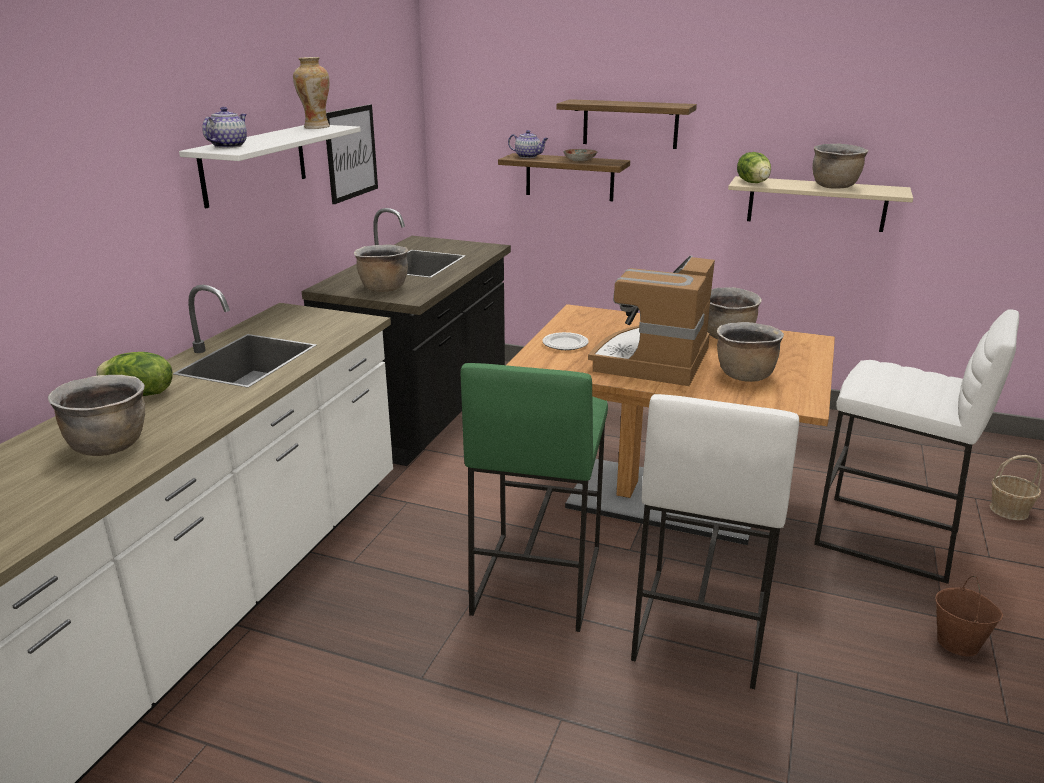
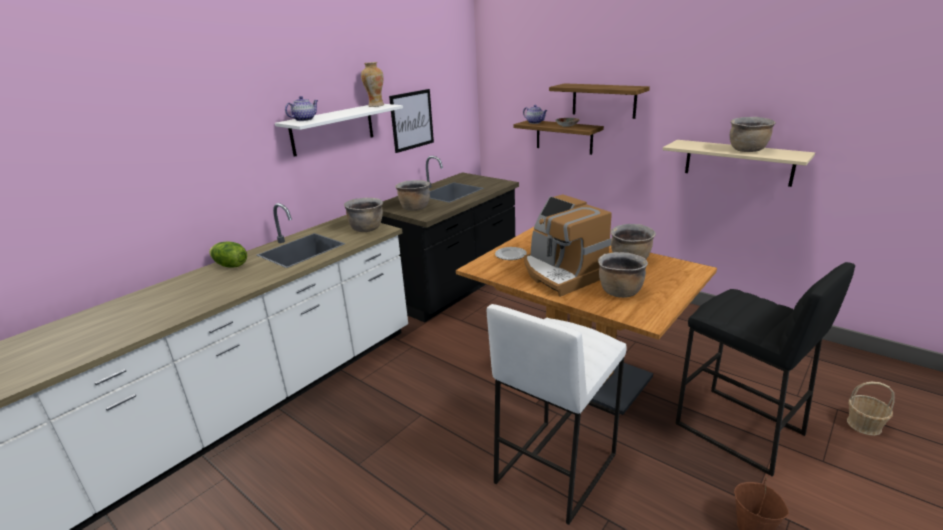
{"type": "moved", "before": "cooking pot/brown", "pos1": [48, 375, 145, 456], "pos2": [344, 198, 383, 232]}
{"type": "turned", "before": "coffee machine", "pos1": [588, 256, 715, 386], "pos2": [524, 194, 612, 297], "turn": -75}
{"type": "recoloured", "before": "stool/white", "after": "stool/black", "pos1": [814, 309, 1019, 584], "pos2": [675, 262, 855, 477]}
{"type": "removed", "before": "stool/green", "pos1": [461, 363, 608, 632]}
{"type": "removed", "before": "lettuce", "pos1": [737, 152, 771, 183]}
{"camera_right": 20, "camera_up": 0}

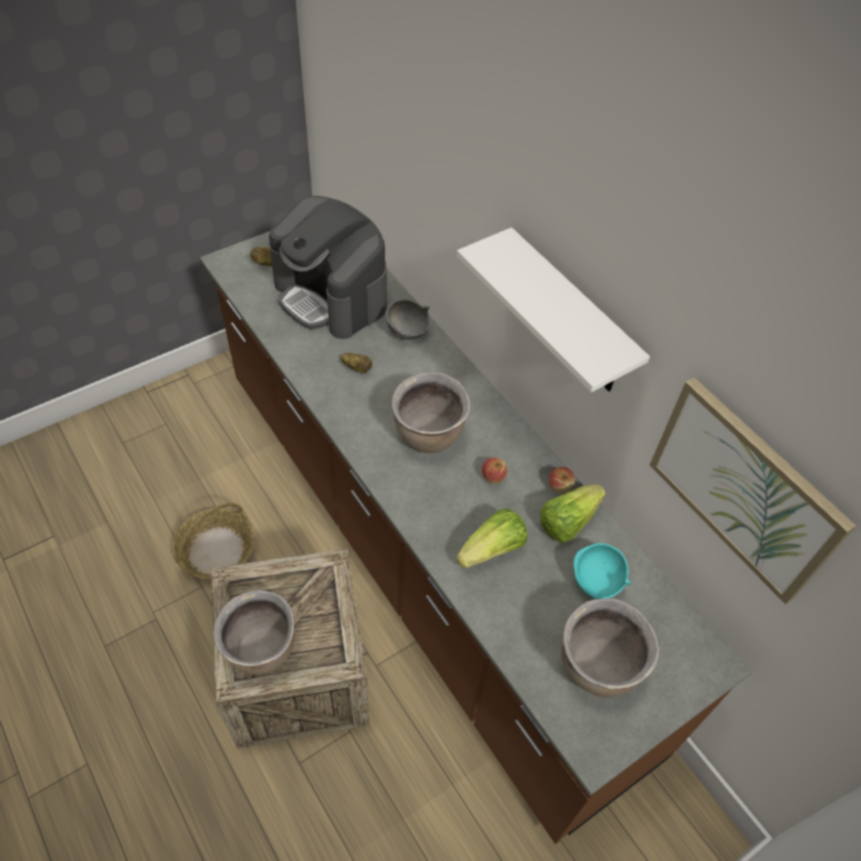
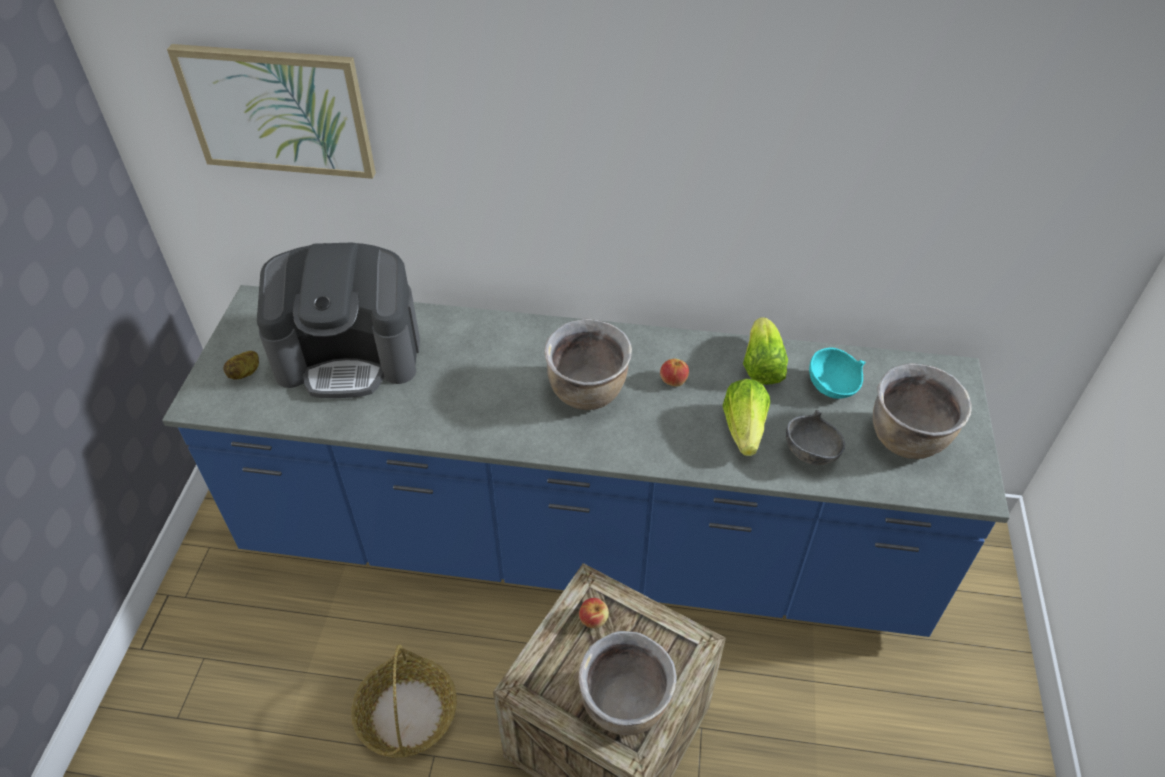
{"type": "recoloured", "before": "counter/brown", "after": "counter/blue", "pos1": [200, 231, 752, 844], "pos2": [162, 285, 1010, 637]}
{"type": "moved", "before": "picture", "pos1": [650, 377, 856, 605], "pos2": [167, 44, 376, 179]}
{"type": "moved", "before": "apple", "pos1": [548, 467, 575, 493], "pos2": [579, 598, 609, 628]}
{"type": "moved", "before": "bowl/grey", "pos1": [386, 299, 430, 340], "pos2": [786, 410, 845, 465]}
{"type": "removed", "before": "potato", "pos1": [341, 353, 372, 374]}
{"type": "removed", "before": "shelf/white", "pos1": [457, 227, 650, 392]}
{"camera_right": -45, "camera_up": -5}

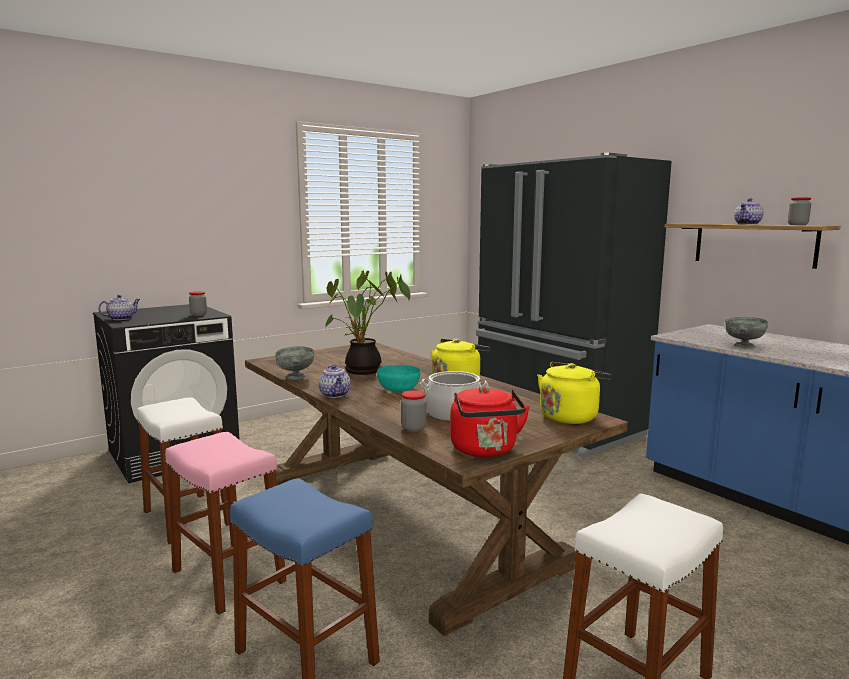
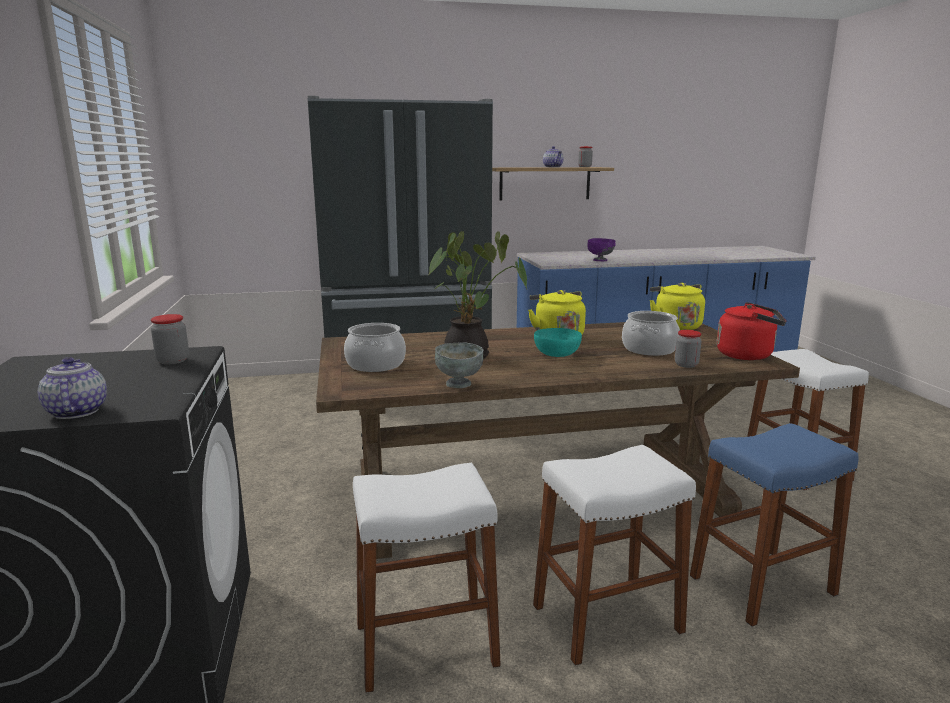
{"type": "added", "after": "cooking pot", "pos2": [344, 323, 406, 372]}
{"type": "recoloured", "before": "stool/pink", "after": "stool/white", "pos1": [165, 432, 286, 615], "pos2": [533, 445, 696, 666]}
{"type": "recoloured", "before": "bowl/grey", "after": "bowl/purple", "pos1": [725, 317, 768, 349], "pos2": [587, 238, 616, 261]}
{"type": "removed", "before": "teapot", "pos1": [319, 365, 351, 398]}
{"camera_right": -65, "camera_up": 5}

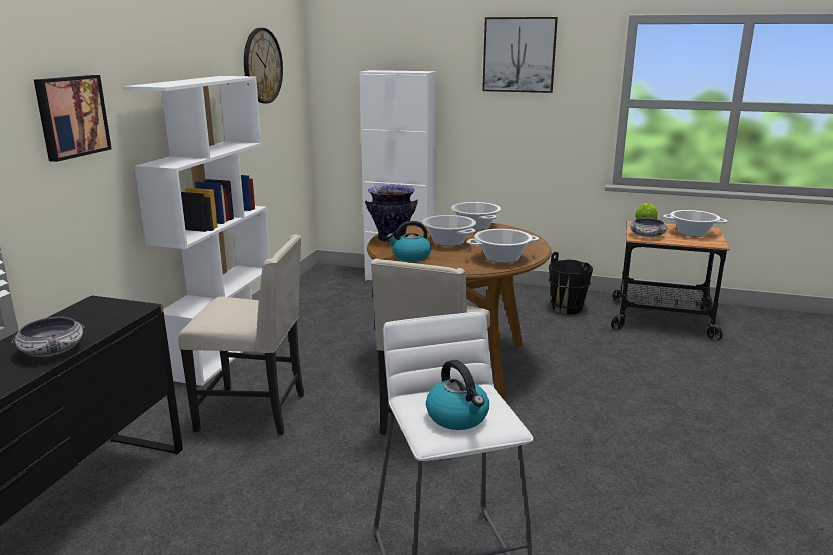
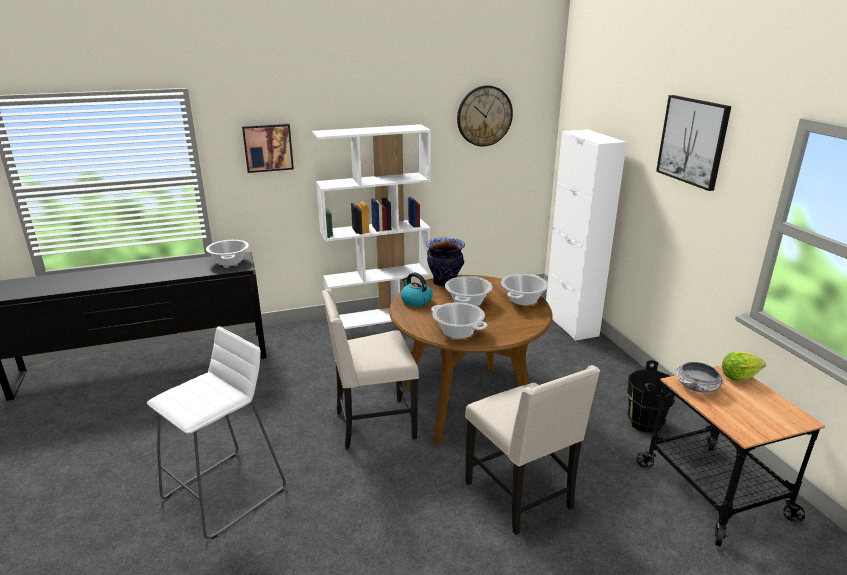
{"type": "moved", "before": "cooking pot", "pos1": [663, 210, 727, 237], "pos2": [206, 240, 249, 266]}
{"type": "moved", "before": "chair/beige", "pos1": [178, 234, 304, 435], "pos2": [465, 365, 600, 535]}
{"type": "removed", "before": "bowl", "pos1": [12, 317, 85, 356]}
{"type": "removed", "before": "kettle", "pos1": [426, 360, 489, 430]}
{"camera_right": 55, "camera_up": 5}

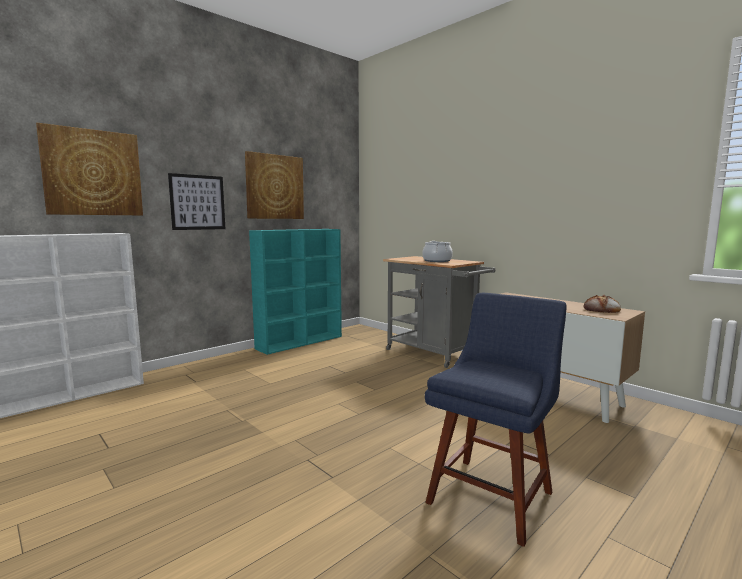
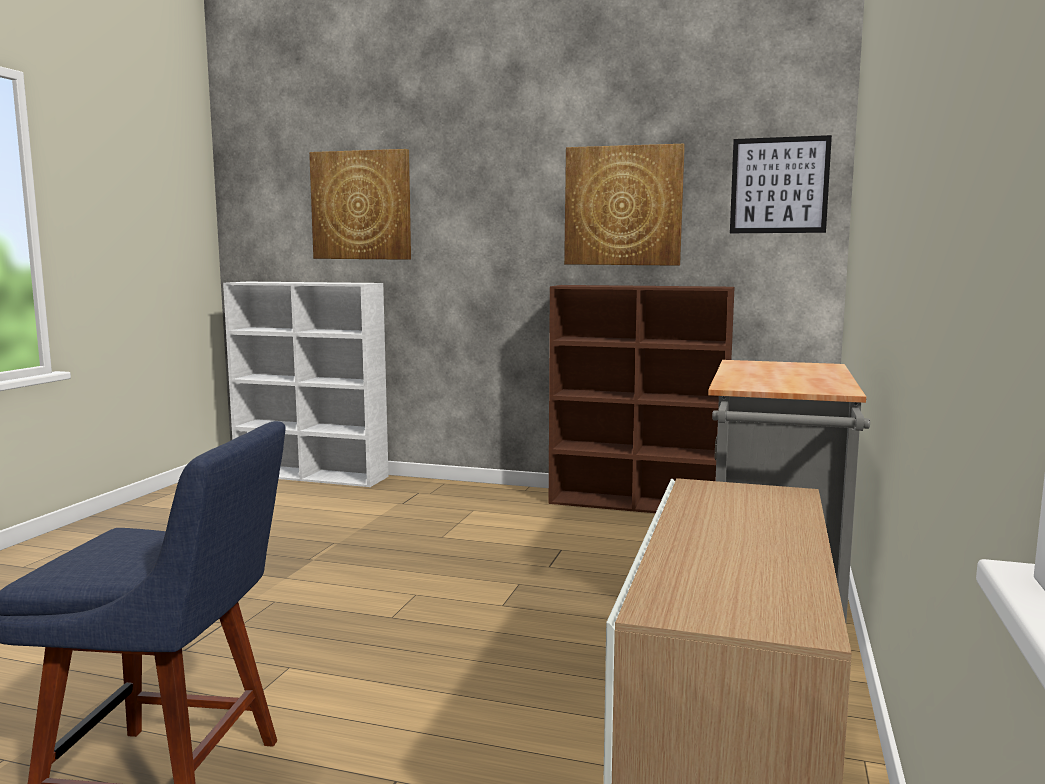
{"type": "recoloured", "before": "bookcase/turquoise", "after": "bookcase/brown", "pos1": [249, 229, 342, 355], "pos2": [549, 285, 735, 513]}
{"type": "moved", "before": "picture", "pos1": [168, 173, 225, 230], "pos2": [730, 135, 832, 233]}
{"type": "removed", "before": "cooking pot", "pos1": [422, 241, 453, 262]}
{"type": "removed", "before": "bread", "pos1": [583, 295, 621, 313]}
{"camera_right": 60, "camera_up": 0}

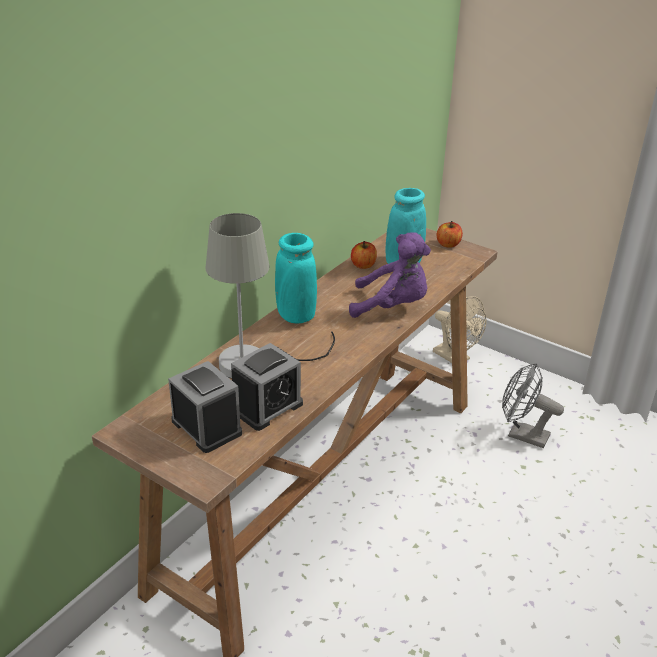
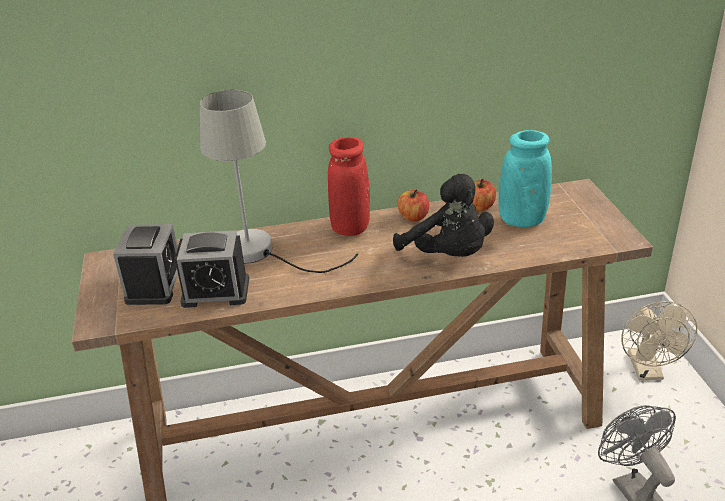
{"type": "recoloured", "before": "vase/turquoise", "after": "vase/red", "pos1": [275, 233, 317, 323], "pos2": [328, 137, 370, 236]}
{"type": "recoloured", "before": "plush toy/purple", "after": "plush toy/black", "pos1": [349, 232, 431, 318], "pos2": [393, 174, 494, 257]}
{"type": "moved", "before": "apple", "pos1": [437, 221, 463, 248], "pos2": [398, 189, 429, 221]}
{"camera_right": 45, "camera_up": 0}

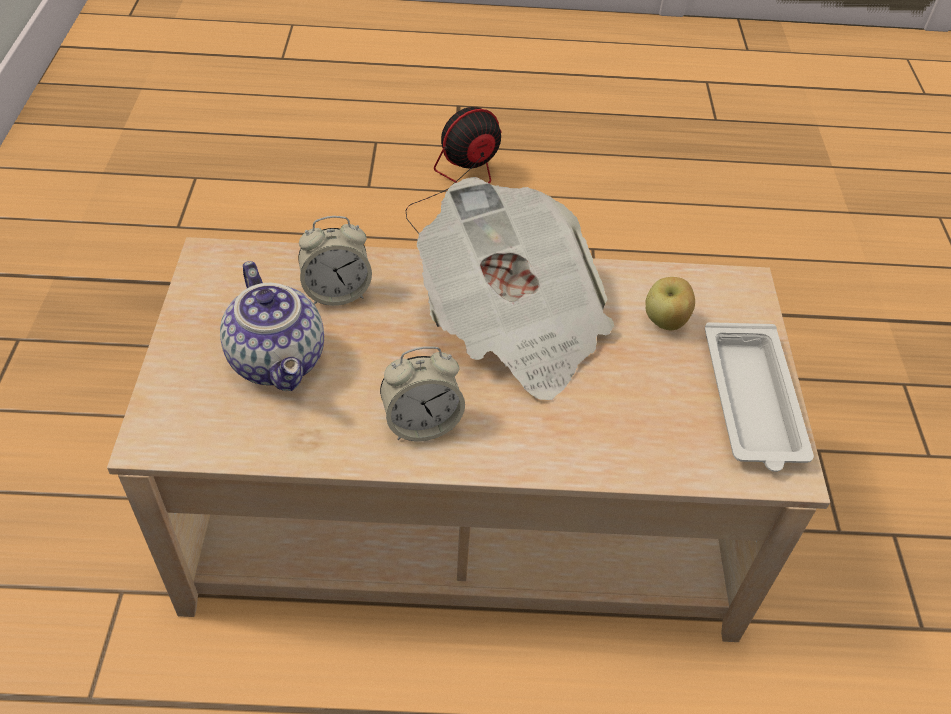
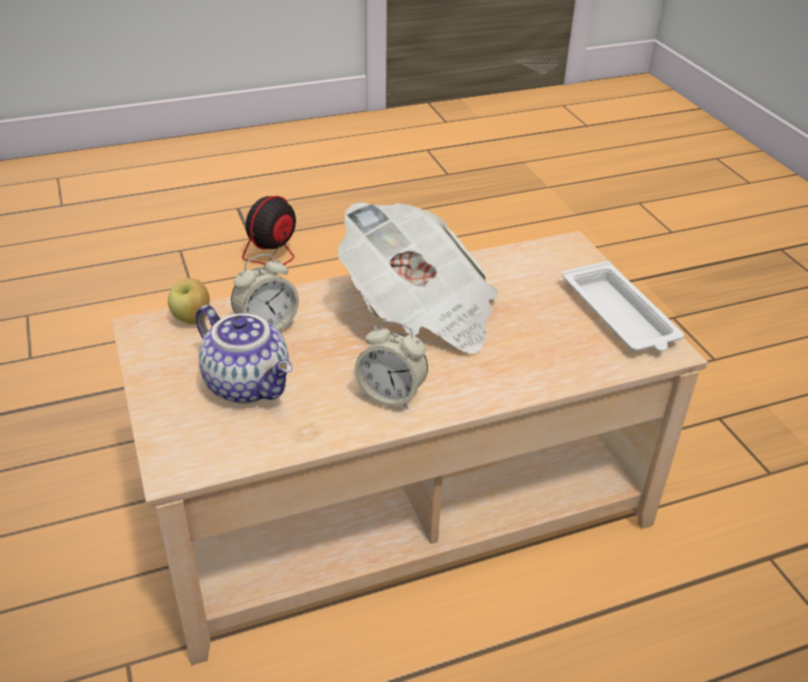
{"type": "moved", "before": "apple", "pos1": [645, 277, 695, 330], "pos2": [168, 278, 210, 324]}
{"type": "turned", "before": "alarm clock", "pos1": [380, 346, 465, 441], "pos2": [355, 320, 428, 409], "turn": 60}
{"camera_right": -20, "camera_up": -10}

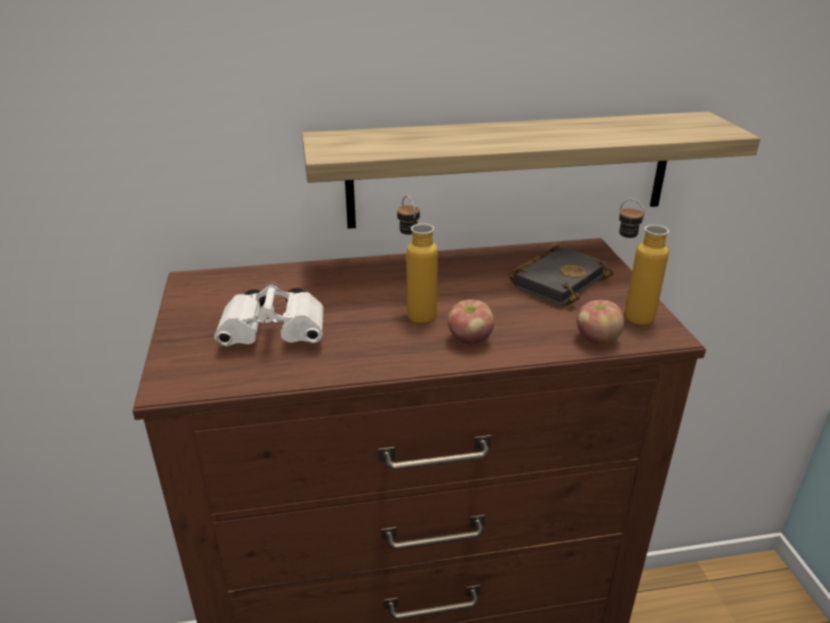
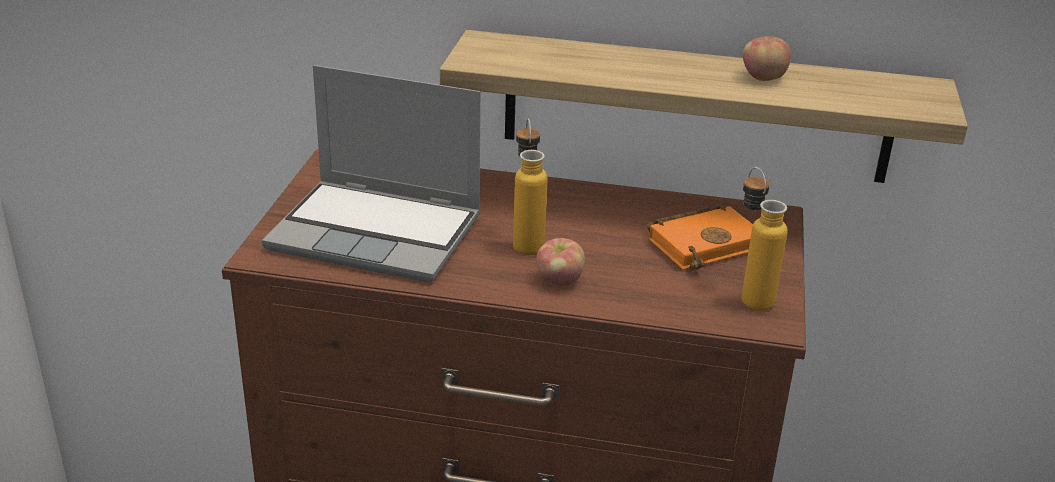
{"type": "replaced", "before": "binoculars/white", "after": "laptop", "pos1": [214, 282, 324, 346], "pos2": [262, 65, 481, 282]}
{"type": "recoloured", "before": "book/black", "after": "book/orange", "pos1": [509, 245, 614, 306], "pos2": [647, 204, 753, 271]}
{"type": "moved", "before": "apple", "pos1": [577, 300, 624, 345], "pos2": [743, 36, 791, 81]}
{"camera_right": 20, "camera_up": 0}

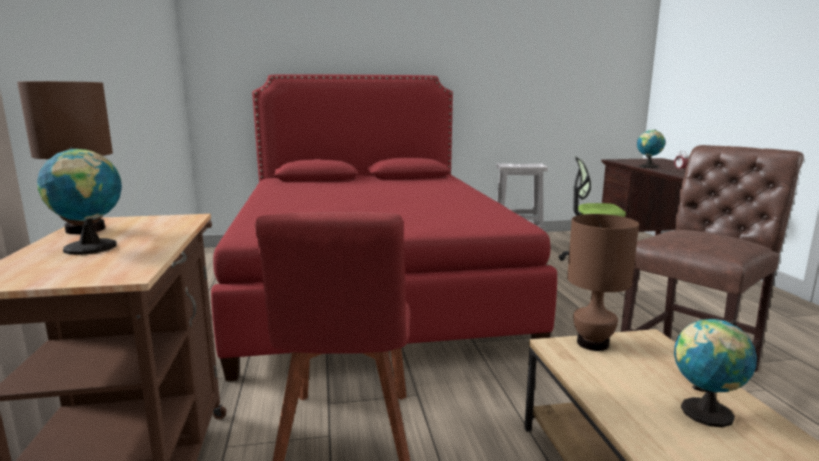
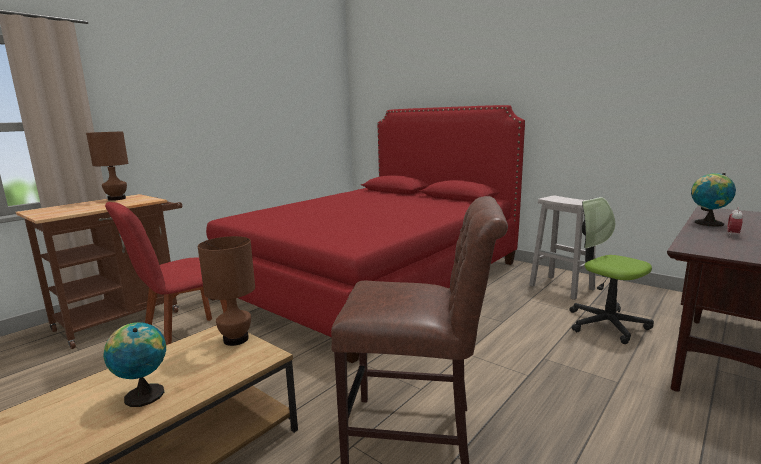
{"type": "removed", "before": "globe", "pos1": [37, 147, 122, 255]}
{"camera_right": 50, "camera_up": 0}

